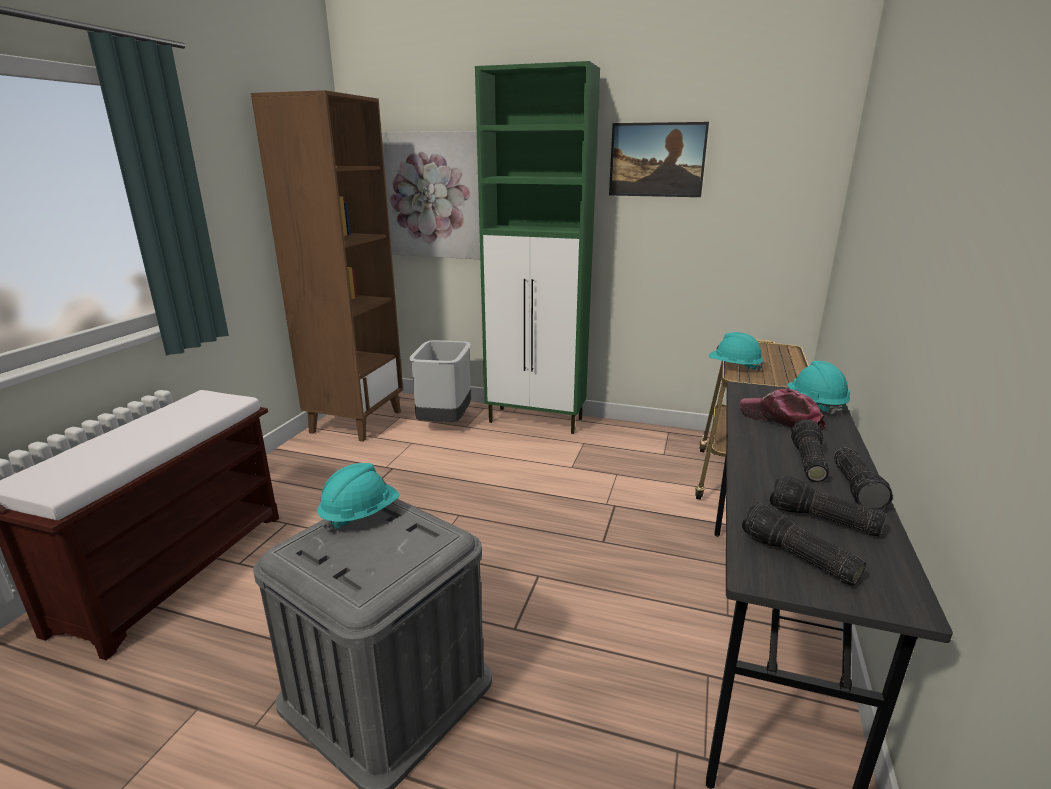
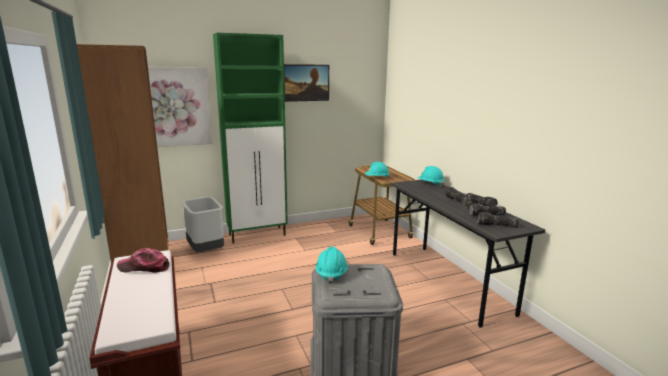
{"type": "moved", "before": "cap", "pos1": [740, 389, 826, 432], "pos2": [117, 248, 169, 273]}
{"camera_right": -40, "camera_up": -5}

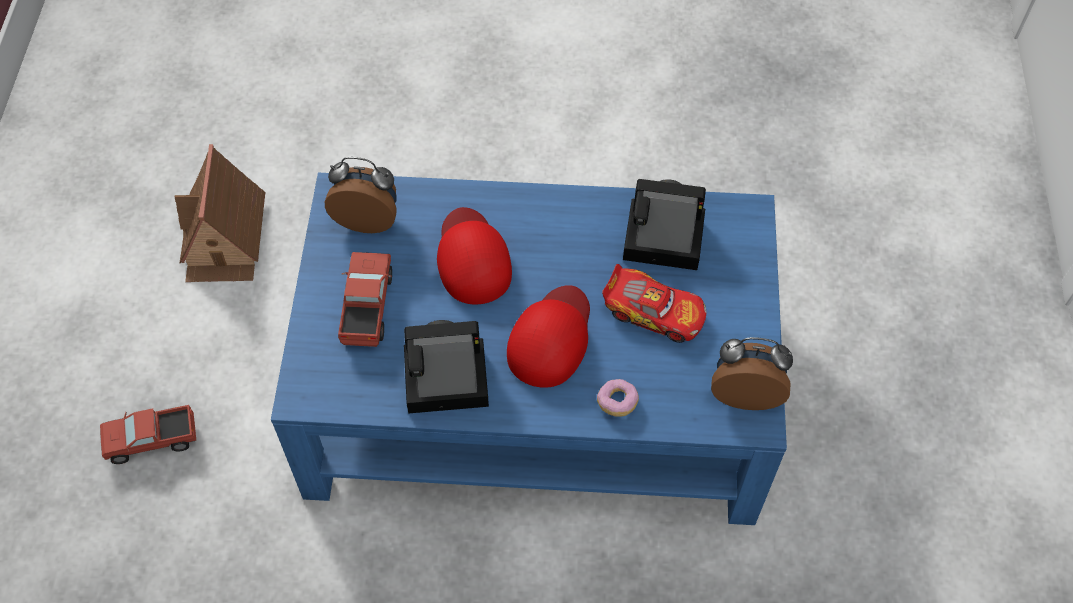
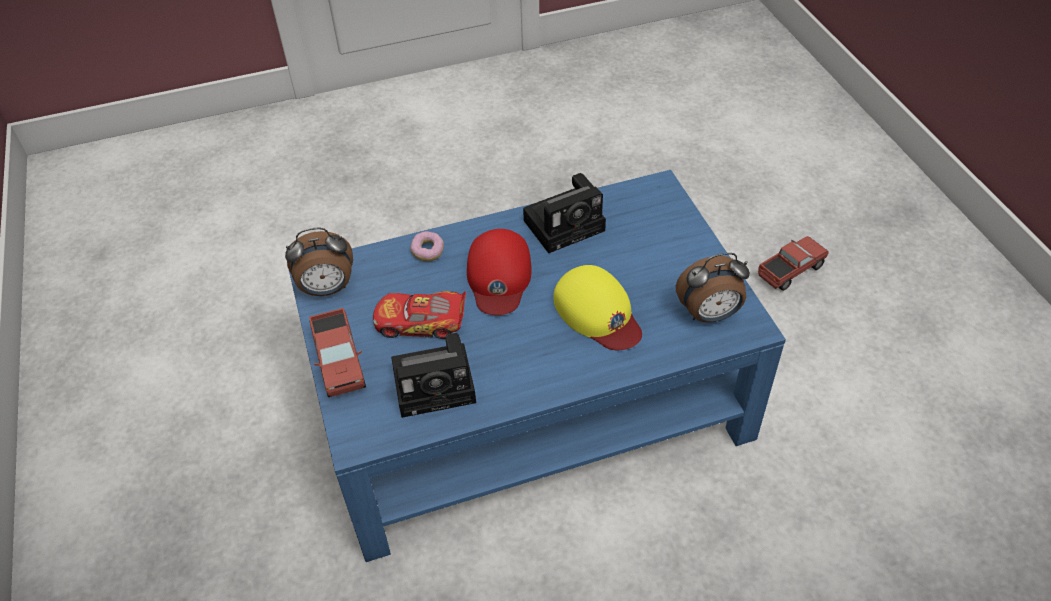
{"type": "moved", "before": "toy truck", "pos1": [338, 252, 392, 347], "pos2": [309, 308, 366, 397]}
{"type": "recoloured", "before": "cap/red", "after": "cap/yellow", "pos1": [437, 207, 512, 305], "pos2": [553, 265, 642, 350]}
{"type": "removed", "before": "toy house", "pos1": [175, 144, 265, 282]}
{"camera_right": 160, "camera_up": -10}

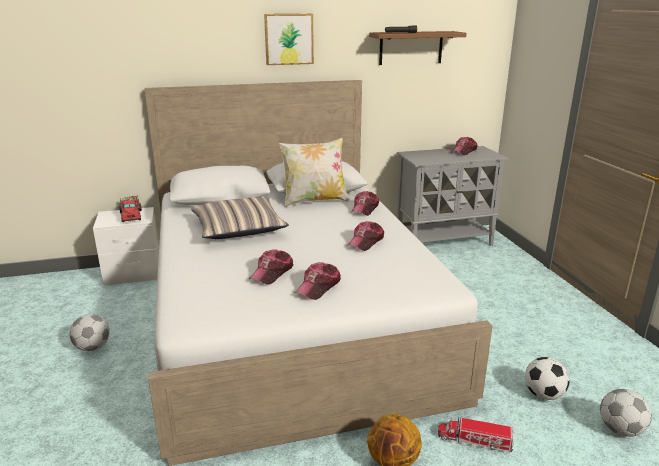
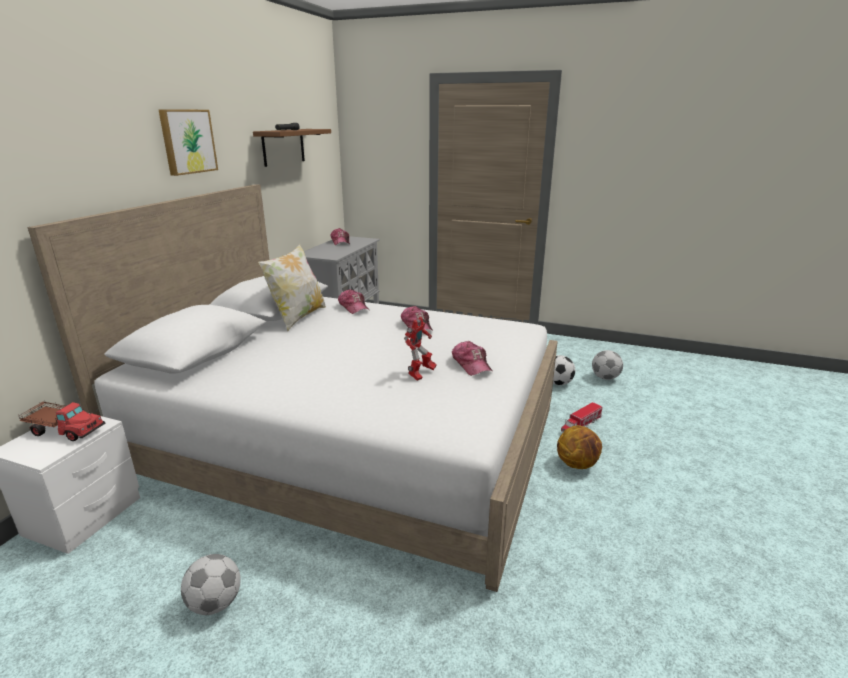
{"type": "replaced", "before": "cap", "after": "toy robot", "pos1": [249, 249, 294, 285], "pos2": [404, 316, 437, 381]}
{"type": "removed", "before": "pillow", "pos1": [191, 197, 289, 239]}
{"camera_right": -55, "camera_up": 0}

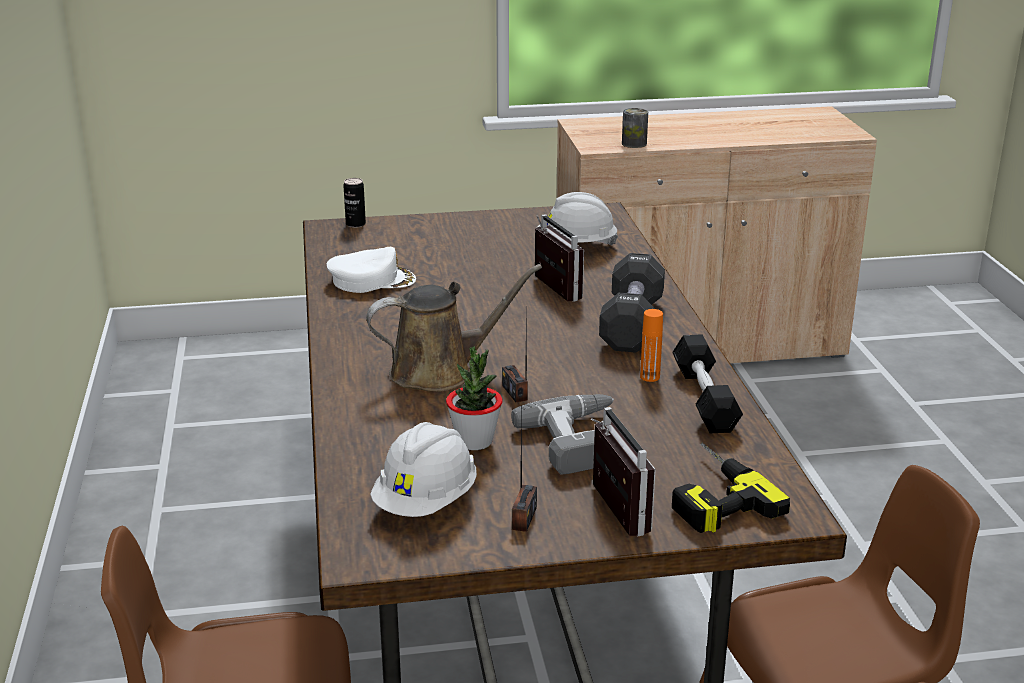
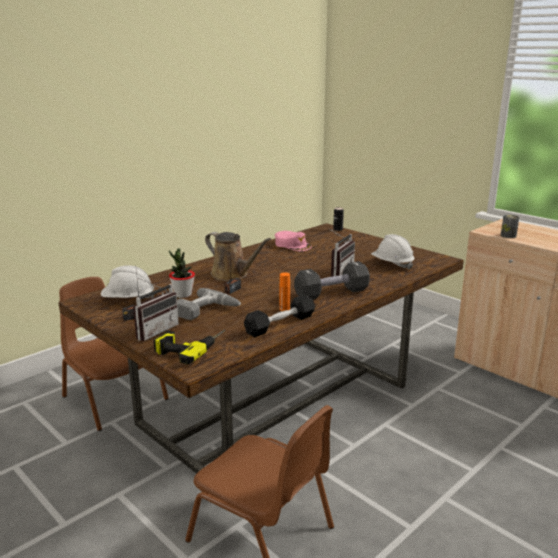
{"type": "recoloured", "before": "cap/white", "after": "cap/pink", "pos1": [327, 247, 416, 293], "pos2": [275, 231, 312, 251]}
{"camera_right": 55, "camera_up": -5}

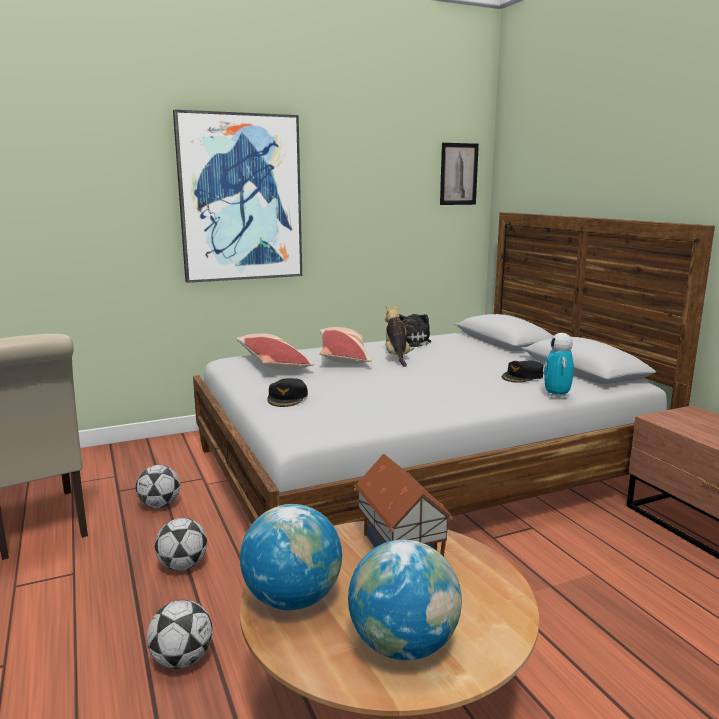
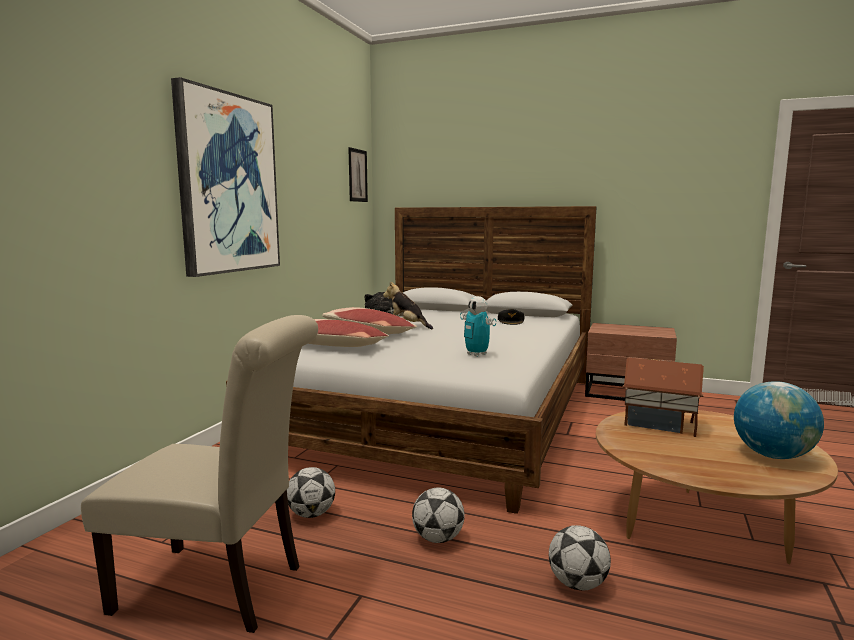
{"type": "moved", "before": "toy robot", "pos1": [544, 333, 574, 398], "pos2": [460, 296, 496, 357]}
{"type": "removed", "before": "globe", "pos1": [240, 504, 342, 610]}
{"type": "removed", "before": "cap/black", "pos1": [267, 378, 308, 407]}
{"camera_right": -45, "camera_up": -5}

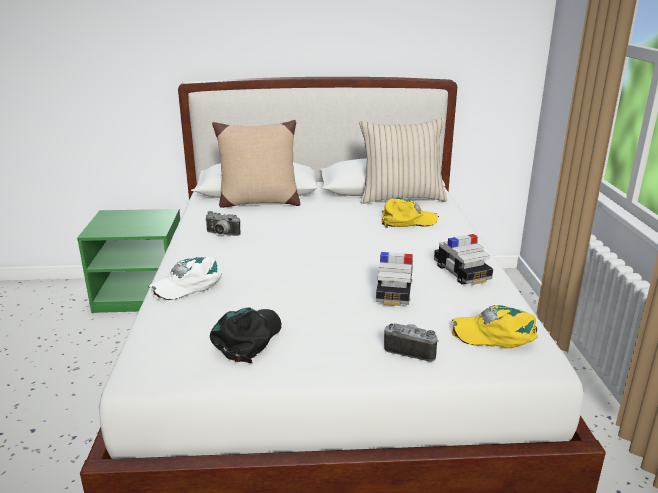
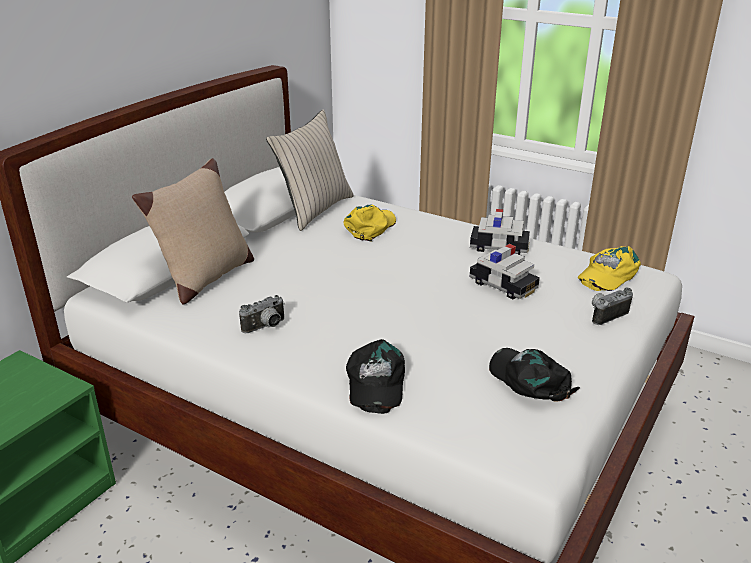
{"type": "recoloured", "before": "cap/white", "after": "cap/black", "pos1": [148, 257, 222, 300], "pos2": [346, 339, 405, 414]}
{"camera_right": -55, "camera_up": 5}

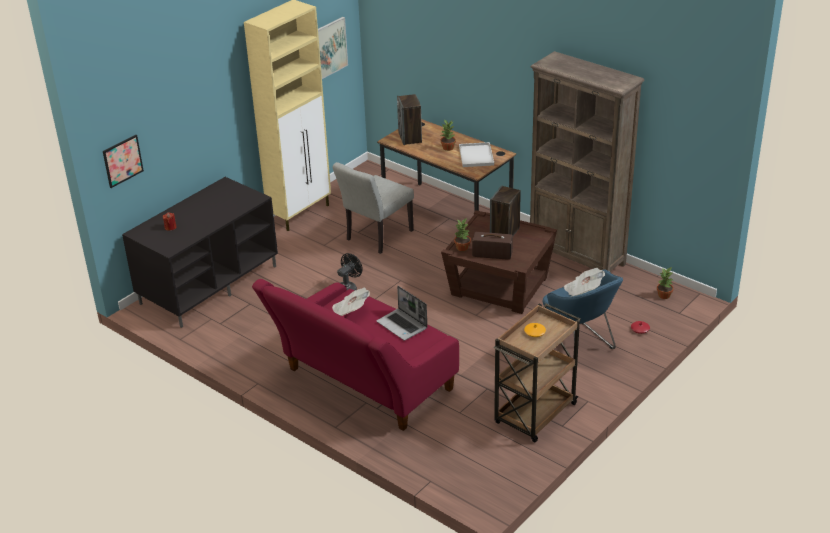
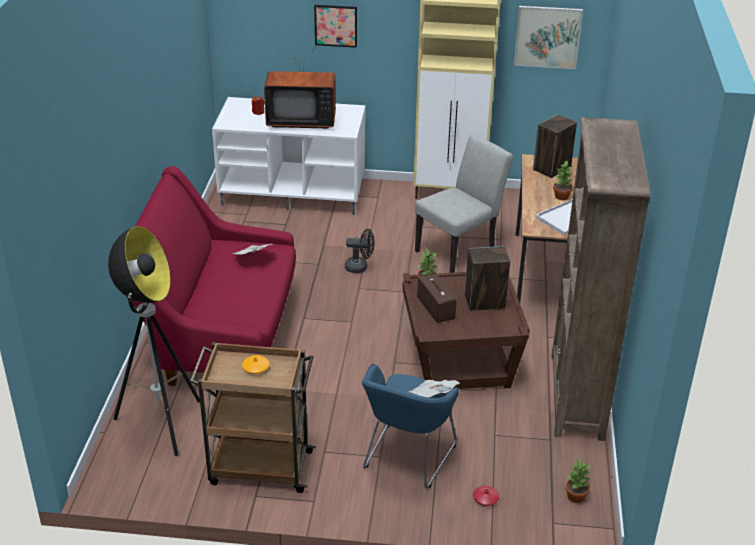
{"type": "added", "after": "floor lamp", "pos2": [108, 226, 200, 456]}
{"type": "recoloured", "before": "tv stand/black", "after": "tv stand/white", "pos1": [122, 177, 278, 328], "pos2": [212, 97, 366, 215]}
{"type": "added", "after": "television", "pos2": [264, 46, 336, 129]}
{"type": "moved", "before": "picture", "pos1": [103, 135, 144, 188], "pos2": [314, 5, 357, 48]}
{"type": "turned", "before": "chair/grey", "pos1": [333, 162, 414, 254], "pos2": [415, 134, 514, 273], "turn": 135}
{"type": "removed", "before": "laptop", "pos1": [376, 286, 427, 341]}
{"camera_right": 55, "camera_up": 0}

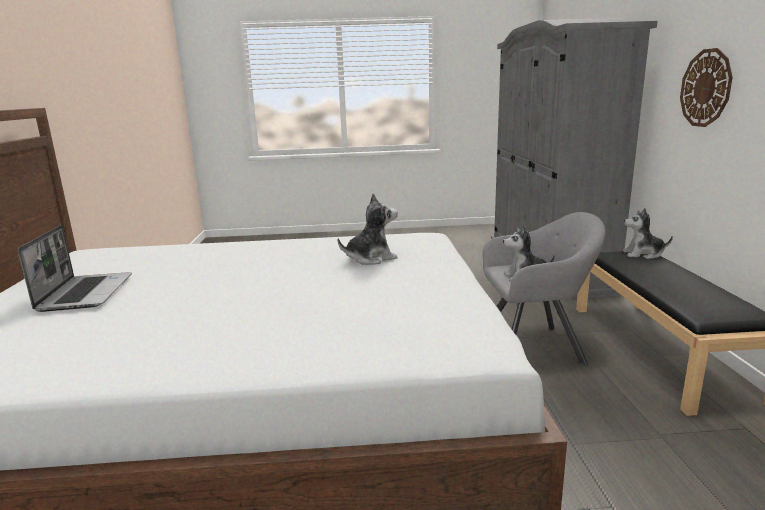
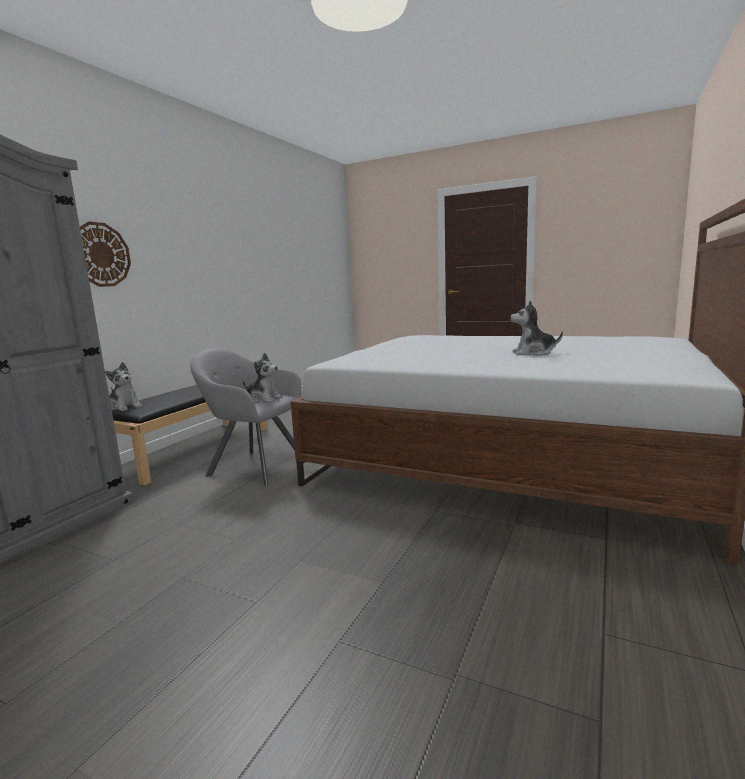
{"type": "moved", "before": "plush toy", "pos1": [338, 193, 398, 265], "pos2": [510, 300, 563, 356]}
{"type": "removed", "before": "laptop", "pos1": [18, 225, 132, 312]}
{"camera_right": -150, "camera_up": -5}

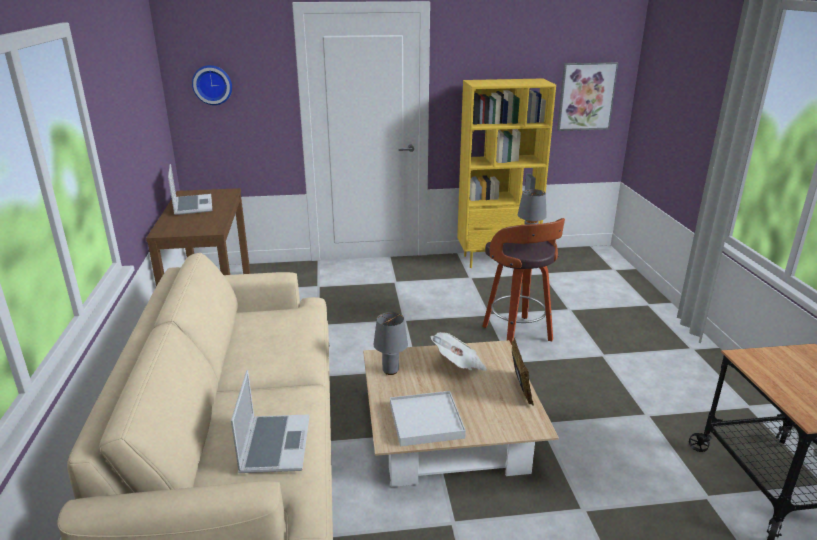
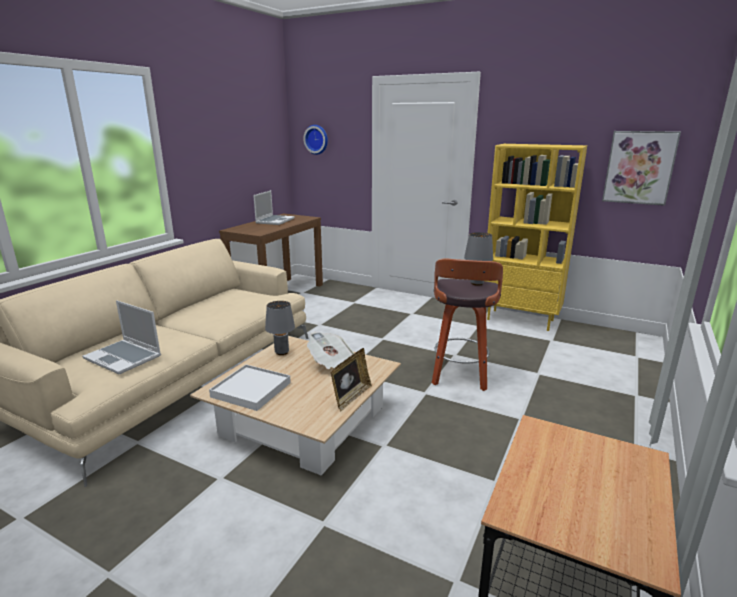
{"type": "turned", "before": "laptop", "pos1": [231, 370, 309, 473], "pos2": [82, 300, 161, 375], "turn": 90}
{"camera_right": 35, "camera_up": -5}

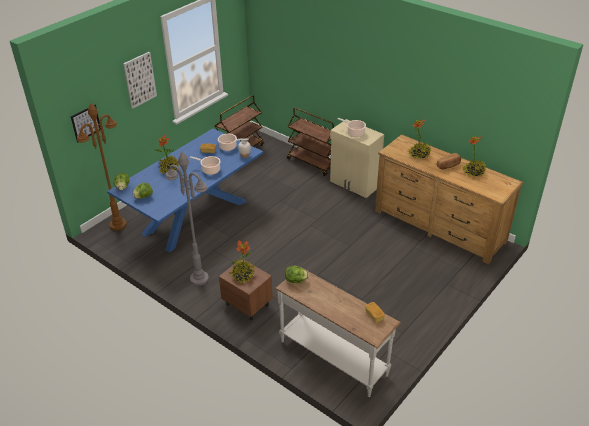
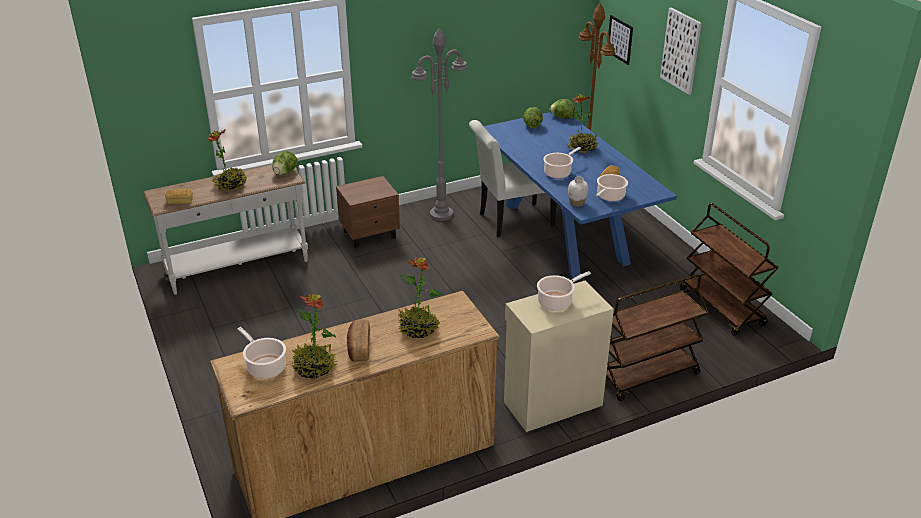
{"type": "moved", "before": "potted plant", "pos1": [229, 240, 255, 284], "pos2": [208, 129, 247, 191]}
{"type": "added", "after": "cooking pot", "pos2": [237, 327, 286, 379]}
{"type": "added", "after": "chair/white", "pos2": [469, 120, 557, 238]}
{"camera_right": 115, "camera_up": -5}

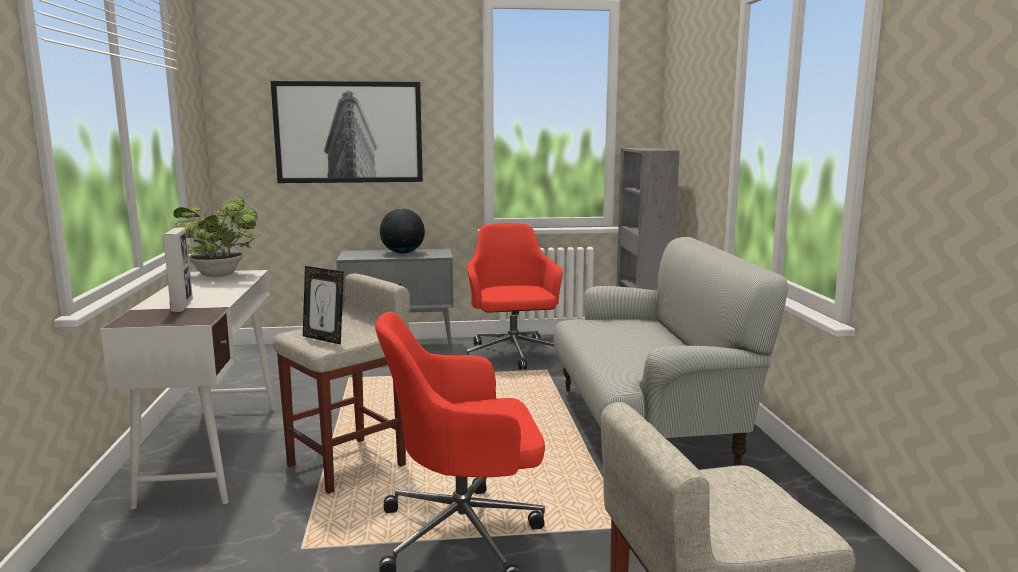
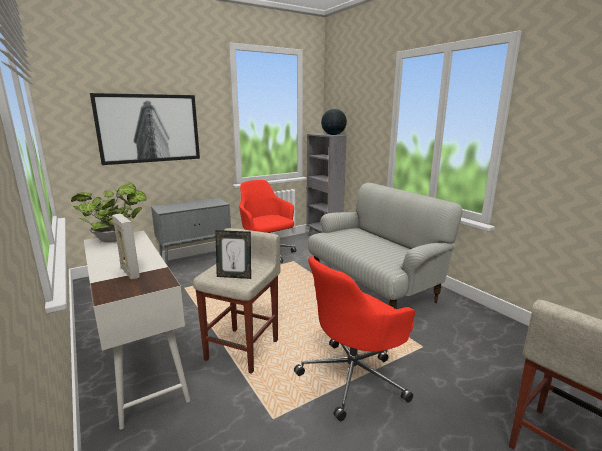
{"type": "moved", "before": "globe", "pos1": [380, 209, 425, 254], "pos2": [321, 109, 347, 135]}
{"camera_right": -25, "camera_up": 5}

